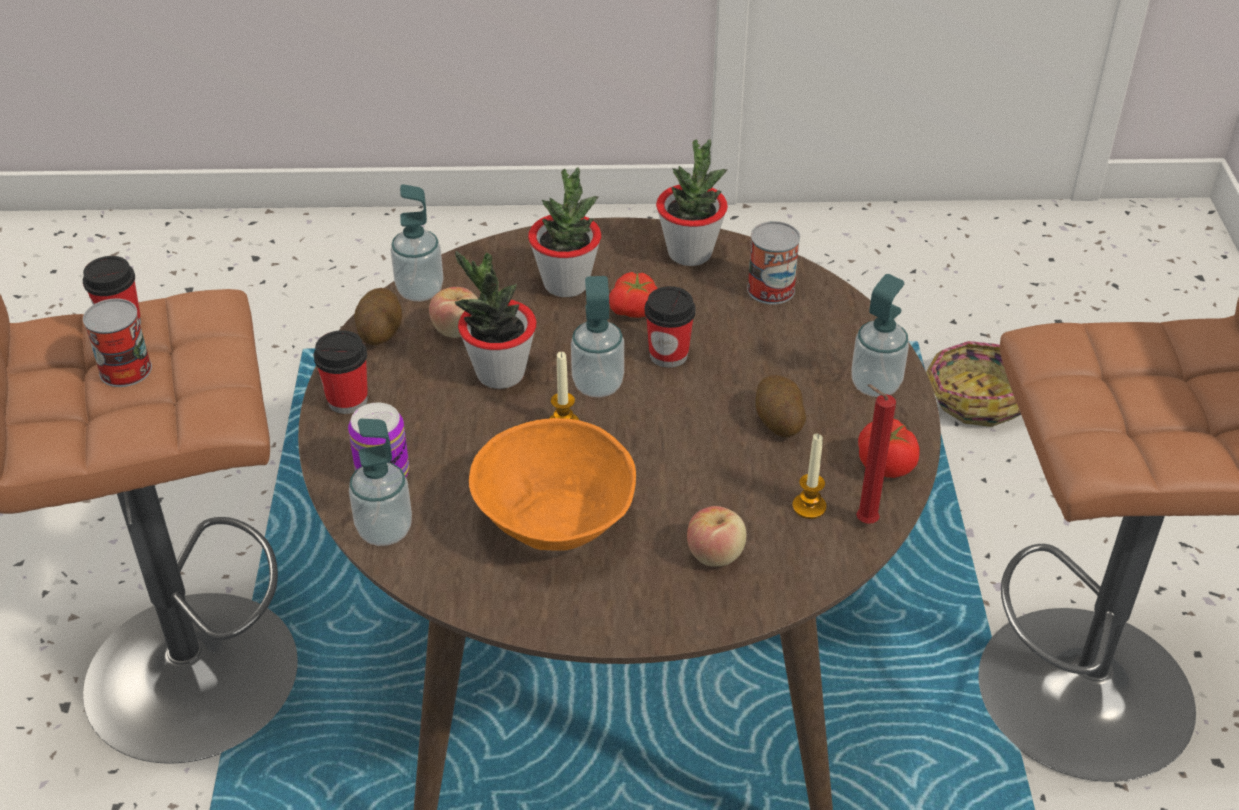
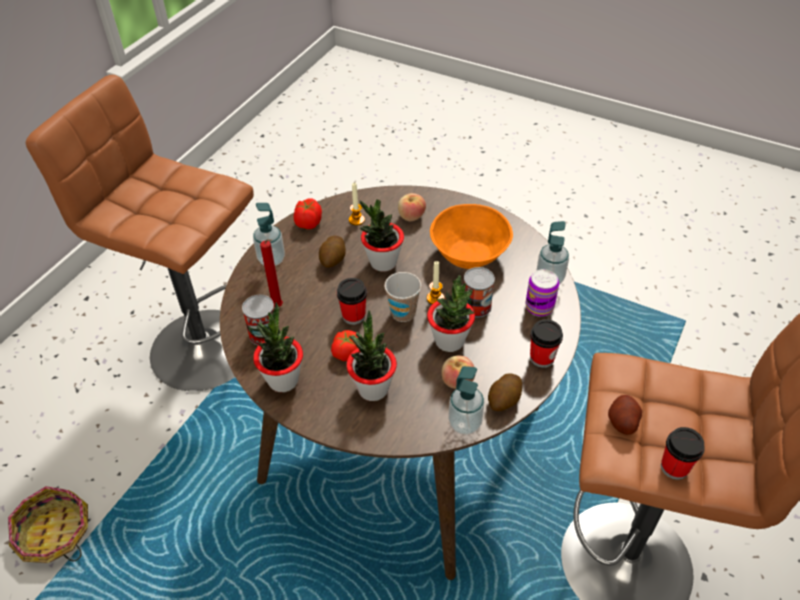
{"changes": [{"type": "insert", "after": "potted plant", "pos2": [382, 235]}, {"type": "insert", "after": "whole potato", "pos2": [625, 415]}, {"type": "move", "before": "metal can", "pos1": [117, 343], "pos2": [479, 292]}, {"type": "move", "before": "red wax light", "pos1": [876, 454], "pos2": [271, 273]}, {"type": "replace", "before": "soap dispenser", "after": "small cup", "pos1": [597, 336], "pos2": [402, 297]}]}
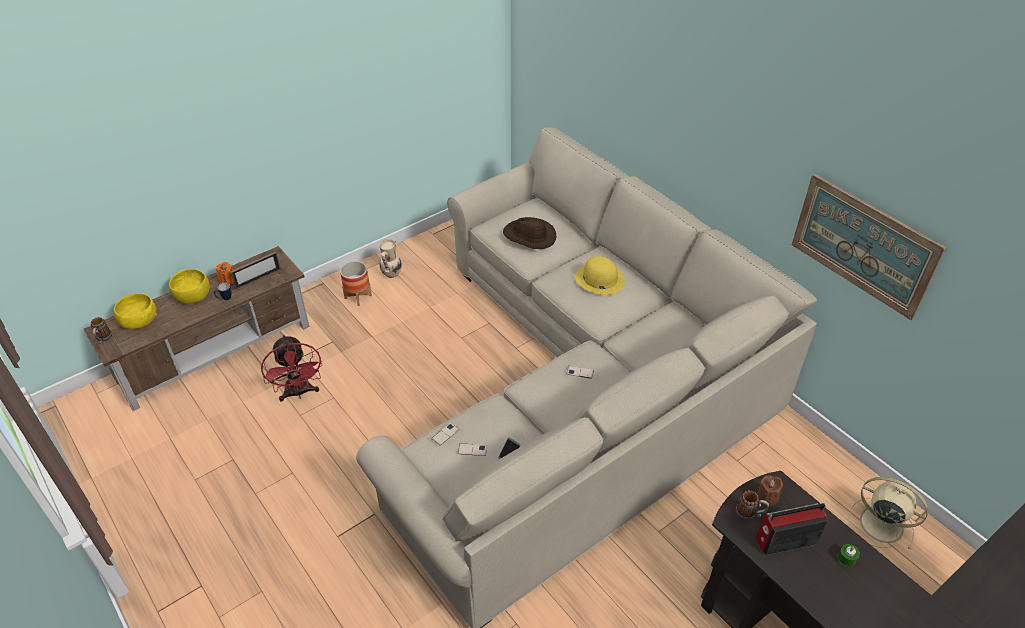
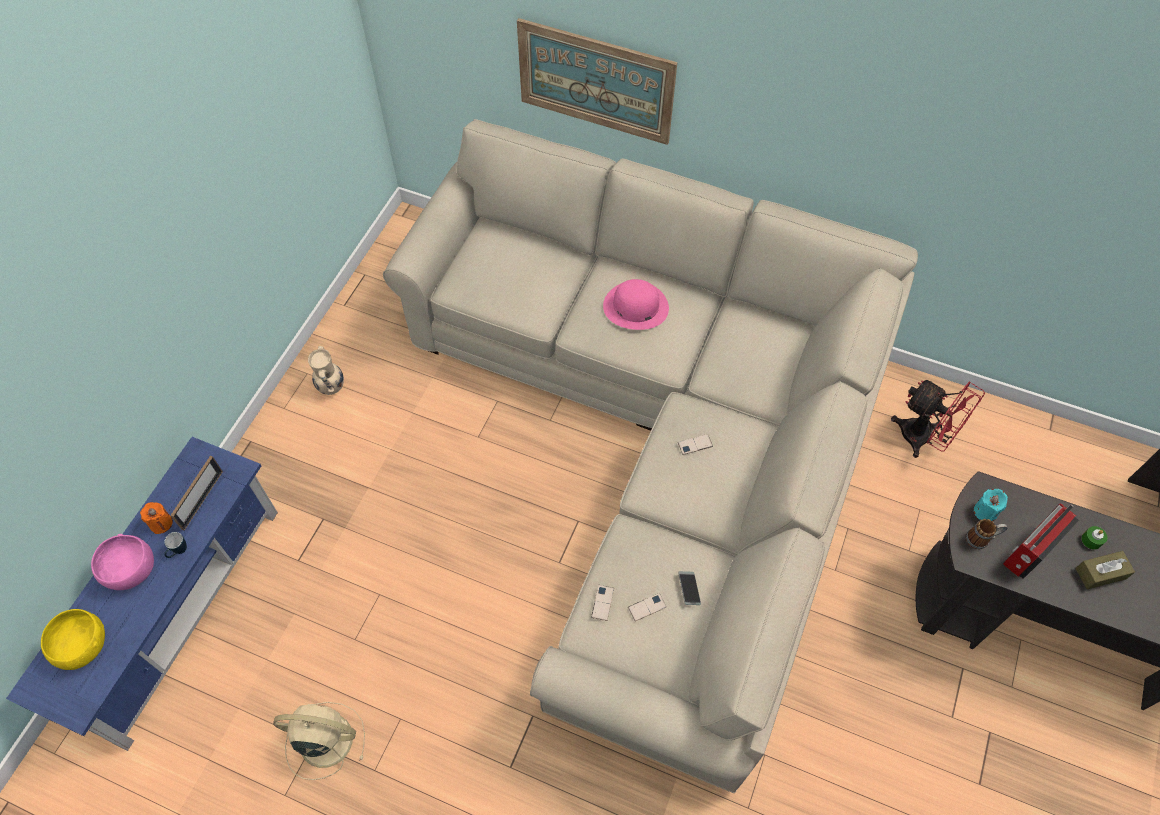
{"changes": [{"type": "delete", "before": "tea mug", "pos1": [101, 330]}, {"type": "delete", "before": "flower pot", "pos1": [356, 283]}, {"type": "delete", "before": "brown wearable hat", "pos1": [529, 233]}, {"type": "insert", "after": "brown tissue box", "pos2": [1105, 570]}, {"type": "move", "before": "red electric fan", "pos1": [291, 368], "pos2": [938, 419]}, {"type": "move", "before": "wall art", "pos1": [869, 247], "pos2": [597, 81]}, {"type": "move", "before": "sand-coloured electric fan", "pos1": [888, 513], "pos2": [319, 741]}, {"type": "recolor", "before": "brown tv stand", "after": "blue tv stand", "pos1": [196, 328], "pos2": [142, 594]}, {"type": "recolor", "before": "yellowish serving bowl", "after": "pinkish serving bowl", "pos1": [189, 286], "pos2": [122, 562]}, {"type": "recolor", "before": "yellowish wearable hat", "after": "pinkish wearable hat", "pos1": [600, 275], "pos2": [636, 304]}, {"type": "recolor", "before": "brown wax light", "after": "blue-green wax light", "pos1": [770, 491], "pos2": [991, 505]}]}
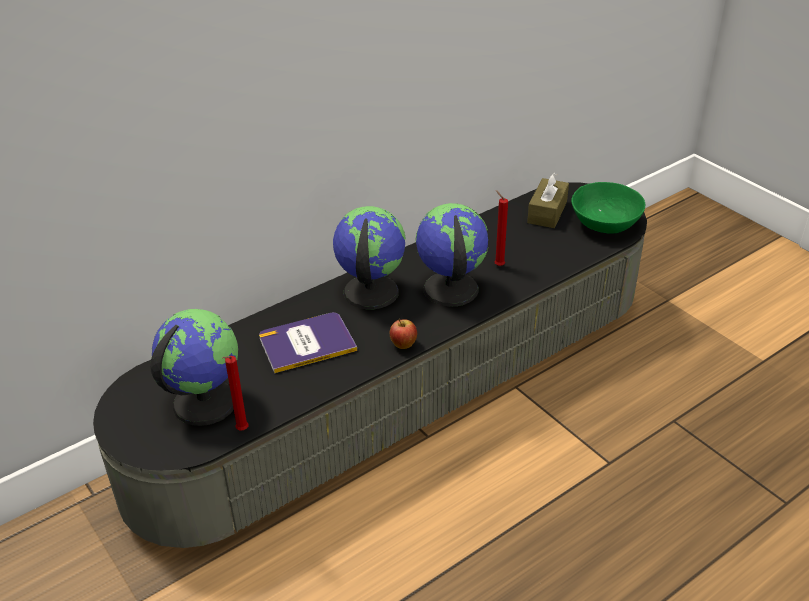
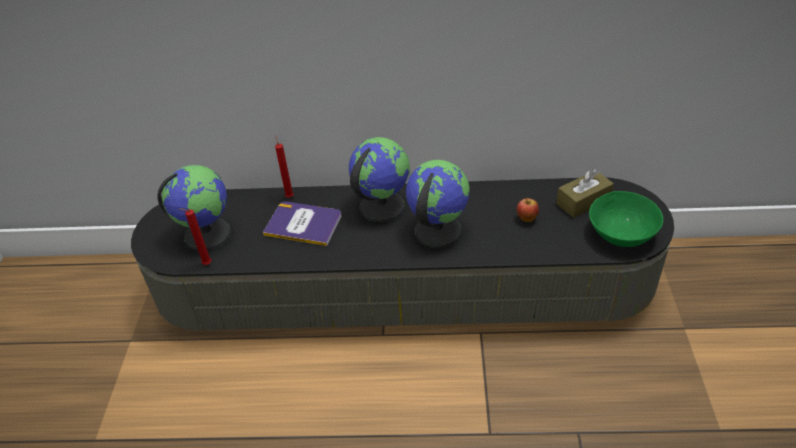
{"changes": [{"type": "move", "before": "apple fruit", "pos1": [403, 334], "pos2": [528, 209]}, {"type": "move", "before": "red wax light", "pos1": [501, 228], "pos2": [284, 167]}]}
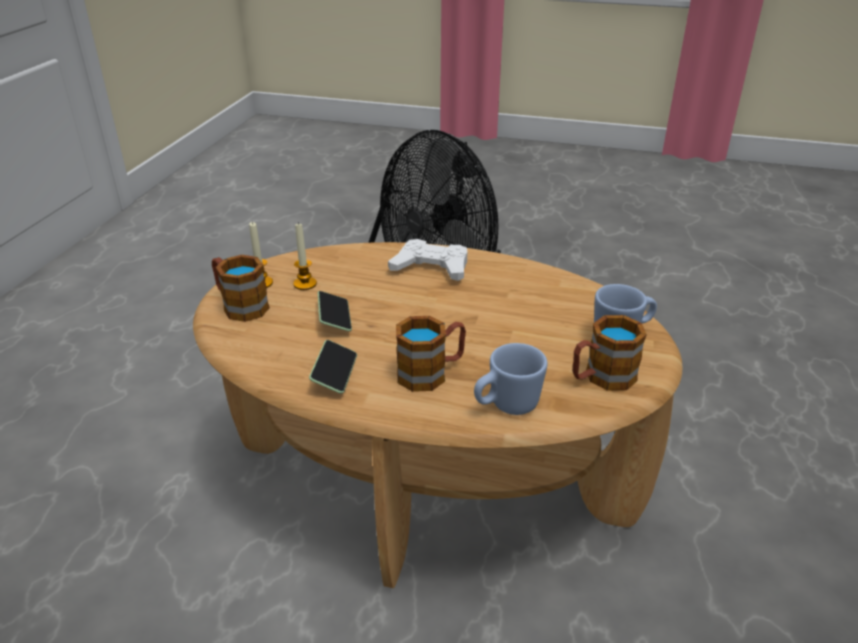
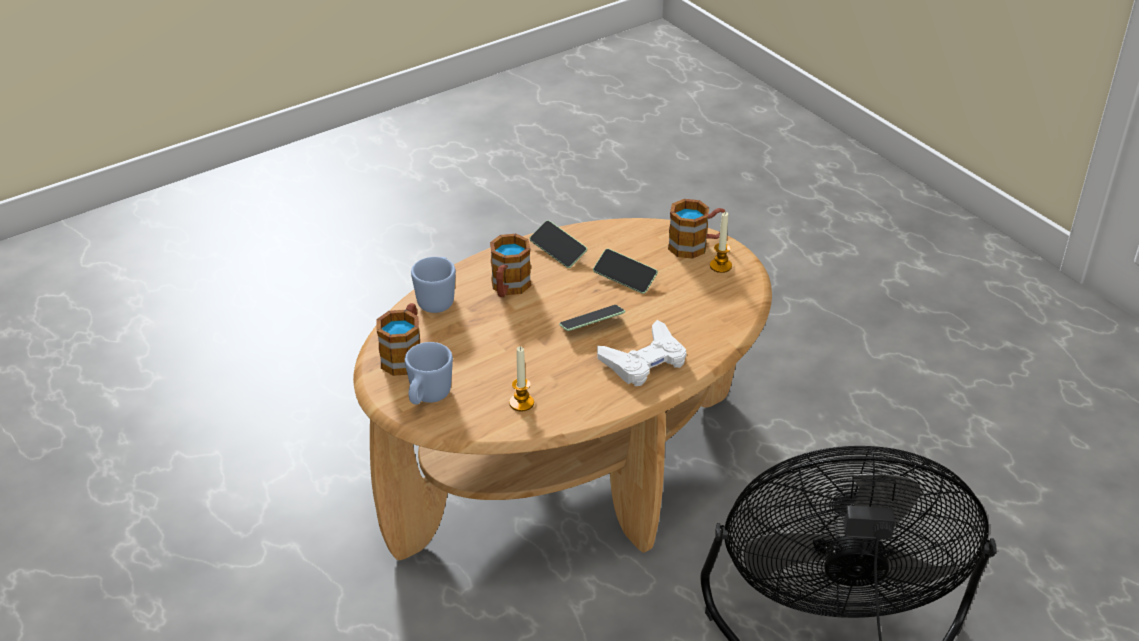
{"changes": [{"type": "insert", "after": "handset", "pos2": [592, 318]}, {"type": "move", "before": "wax light", "pos1": [305, 256], "pos2": [521, 379]}]}
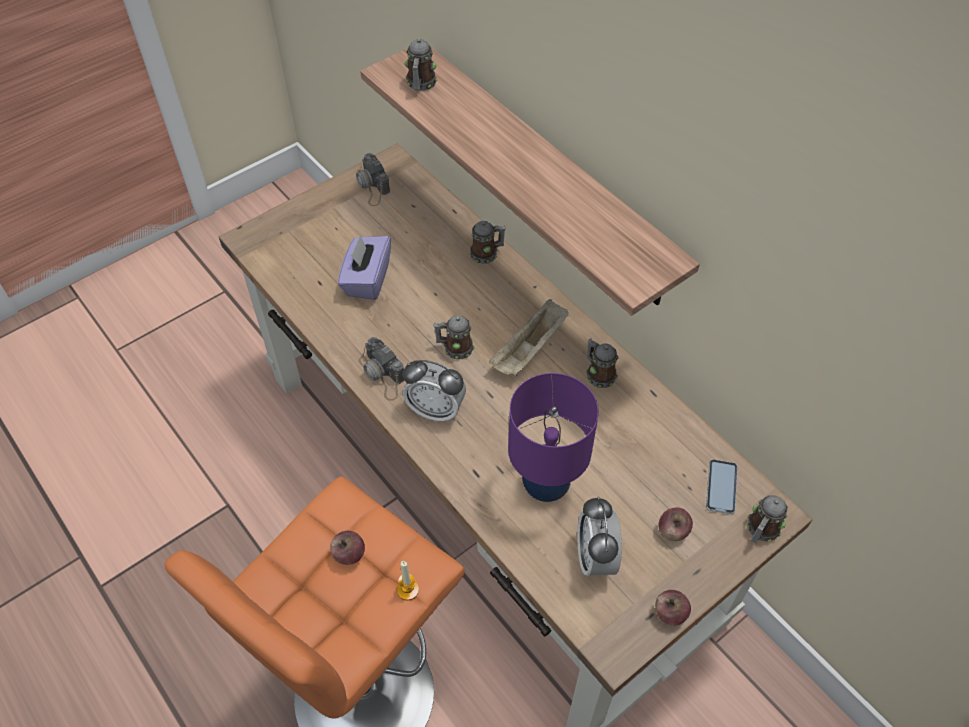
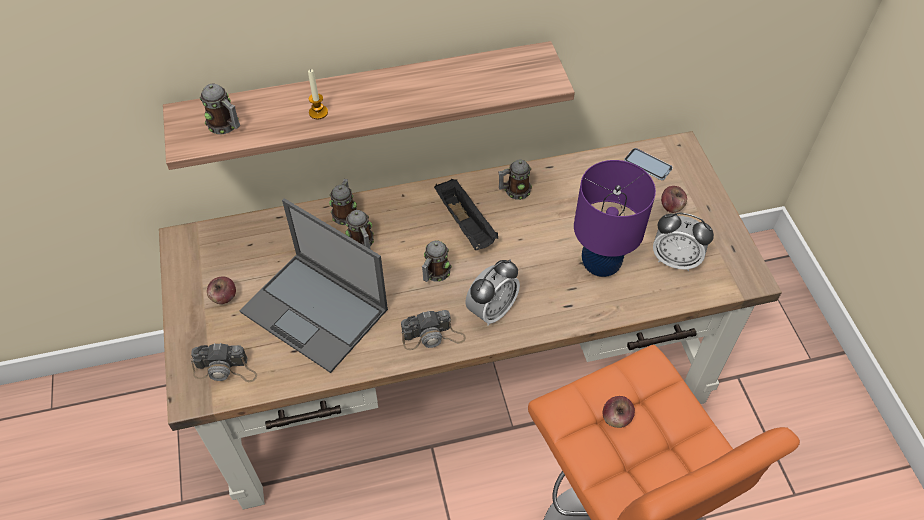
{"changes": [{"type": "move", "before": "still camera", "pos1": [373, 179], "pos2": [224, 362]}, {"type": "move", "before": "wax light", "pos1": [408, 580], "pos2": [318, 94]}, {"type": "move", "before": "apple fruit", "pos1": [673, 607], "pos2": [221, 290]}, {"type": "move", "before": "tea mug", "pos1": [767, 519], "pos2": [359, 230]}, {"type": "replace", "before": "purplish tissue box", "after": "laptop", "pos1": [364, 267], "pos2": [313, 285]}, {"type": "recolor", "before": "sand-coloured carrying tray", "after": "black-coloured carrying tray", "pos1": [529, 337], "pos2": [466, 214]}]}
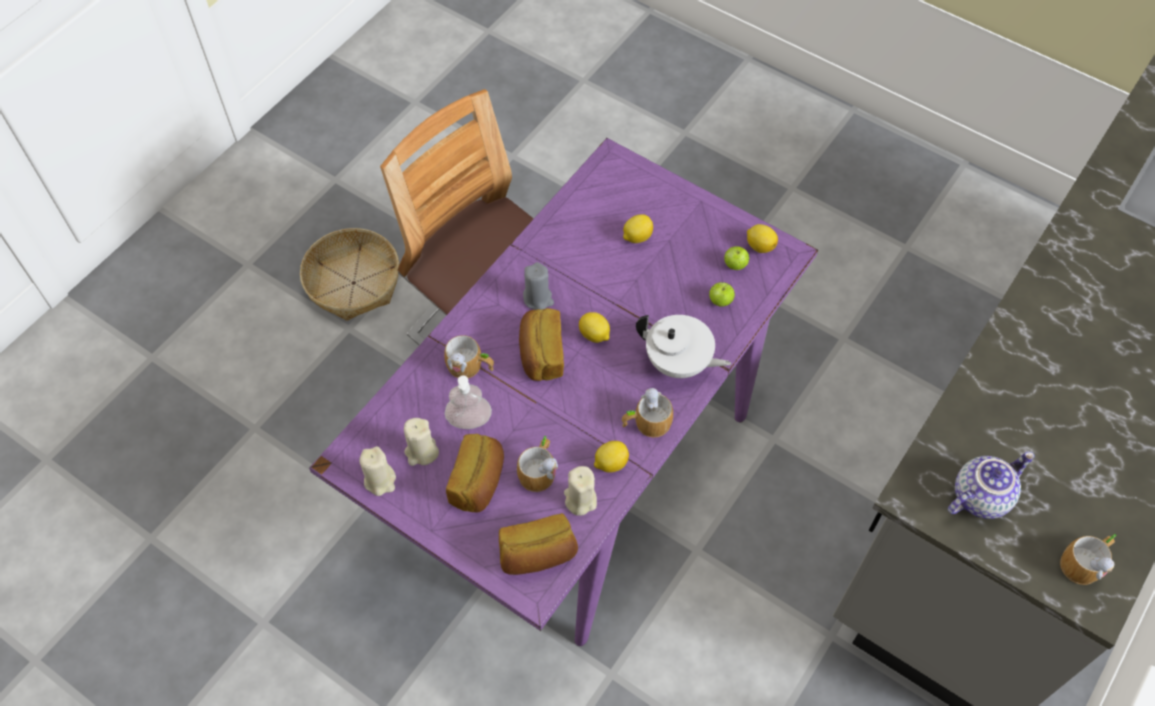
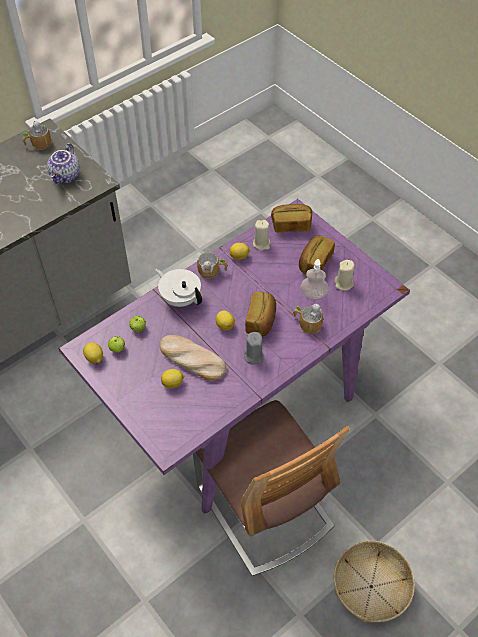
{"changes": [{"type": "delete", "before": "sand-coloured wax light", "pos1": [377, 471]}, {"type": "delete", "before": "tea mug", "pos1": [537, 464]}, {"type": "insert", "after": "baked bread", "pos2": [193, 358]}, {"type": "rotate", "before": "teapot", "pos1": [991, 485], "pos2": [63, 163], "turn": -60}]}
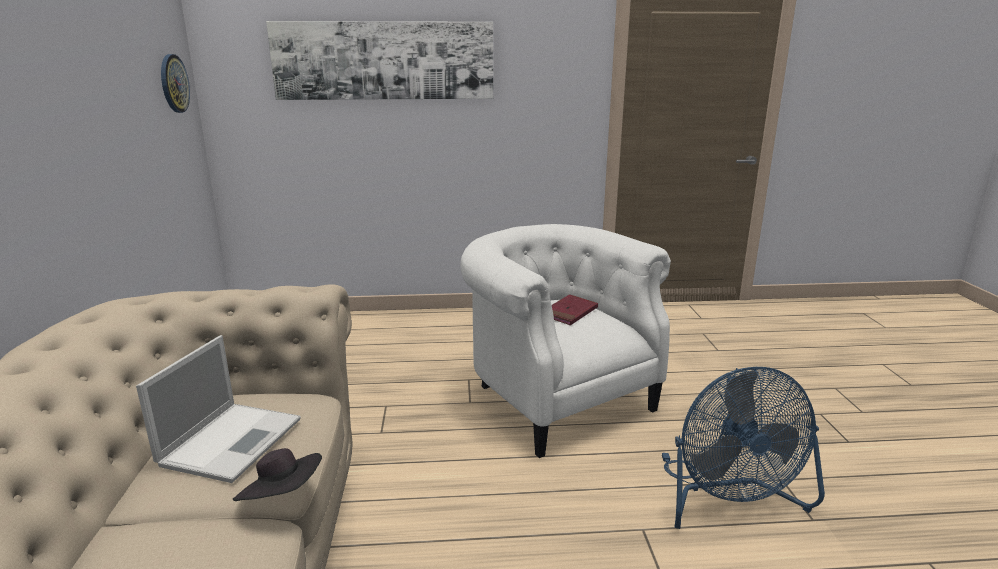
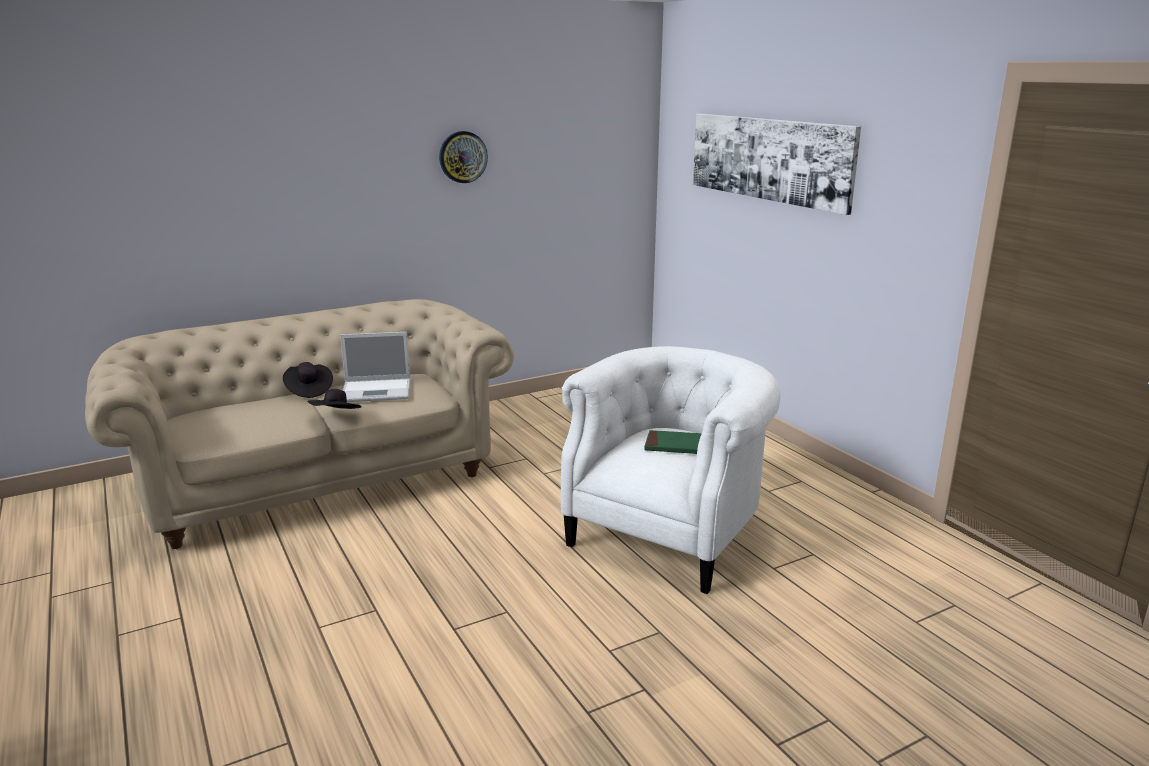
{"changes": [{"type": "delete", "before": "blue electric fan", "pos1": [743, 447]}, {"type": "insert", "after": "black-coloured wearable hat", "pos2": [308, 380]}, {"type": "move", "before": "hanging clock", "pos1": [175, 83], "pos2": [463, 157]}, {"type": "recolor", "before": "red book", "after": "green-coloured book", "pos1": [575, 309], "pos2": [673, 442]}]}
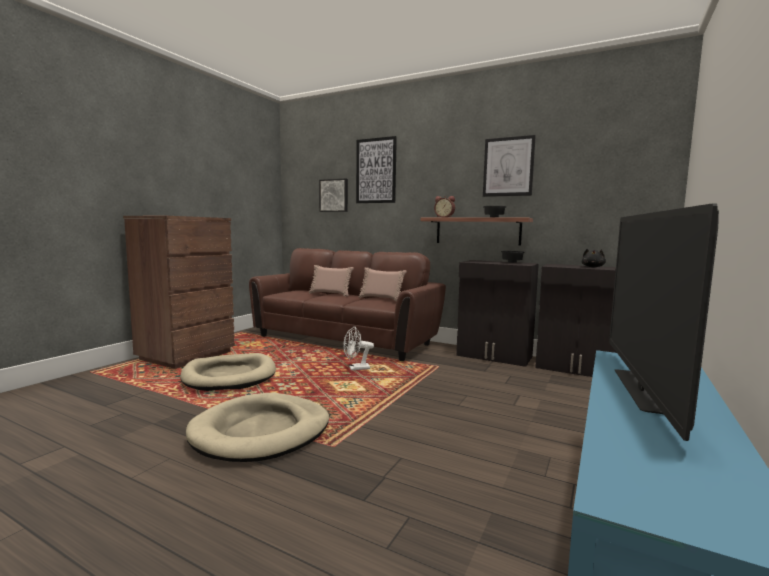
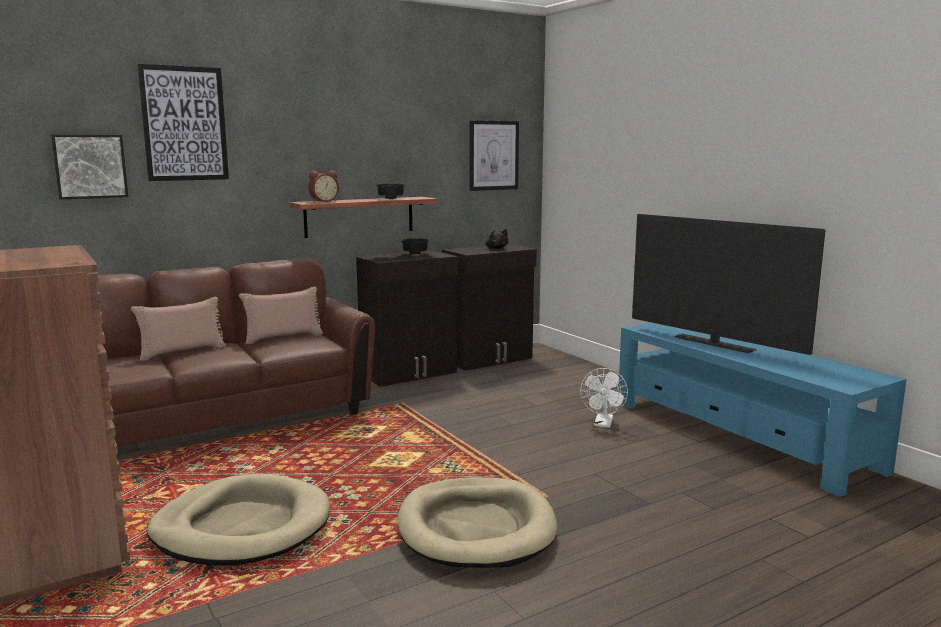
{"changes": [{"type": "move", "before": "white electric fan", "pos1": [358, 348], "pos2": [604, 398]}, {"type": "move", "before": "wall art", "pos1": [509, 166], "pos2": [494, 155]}]}
